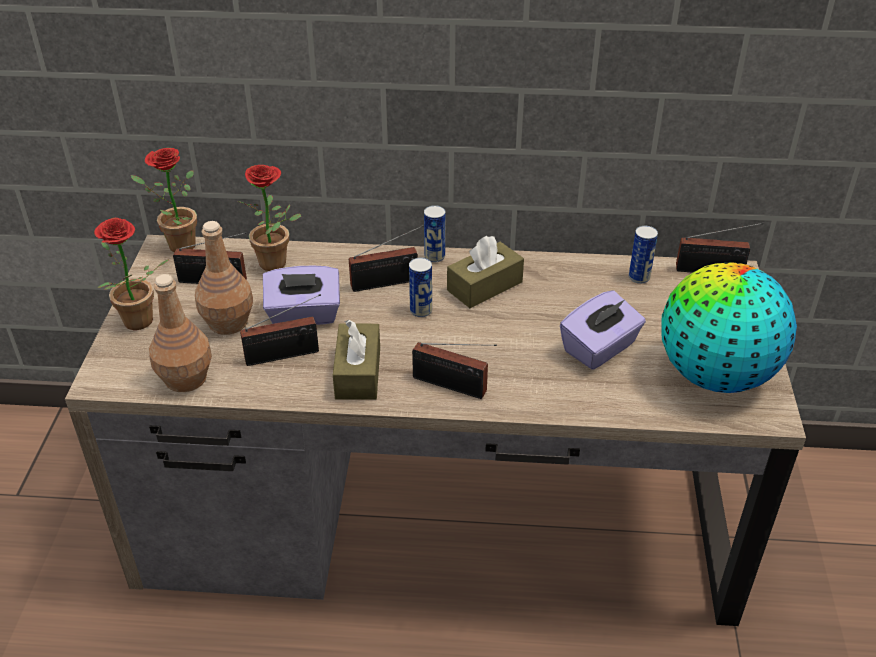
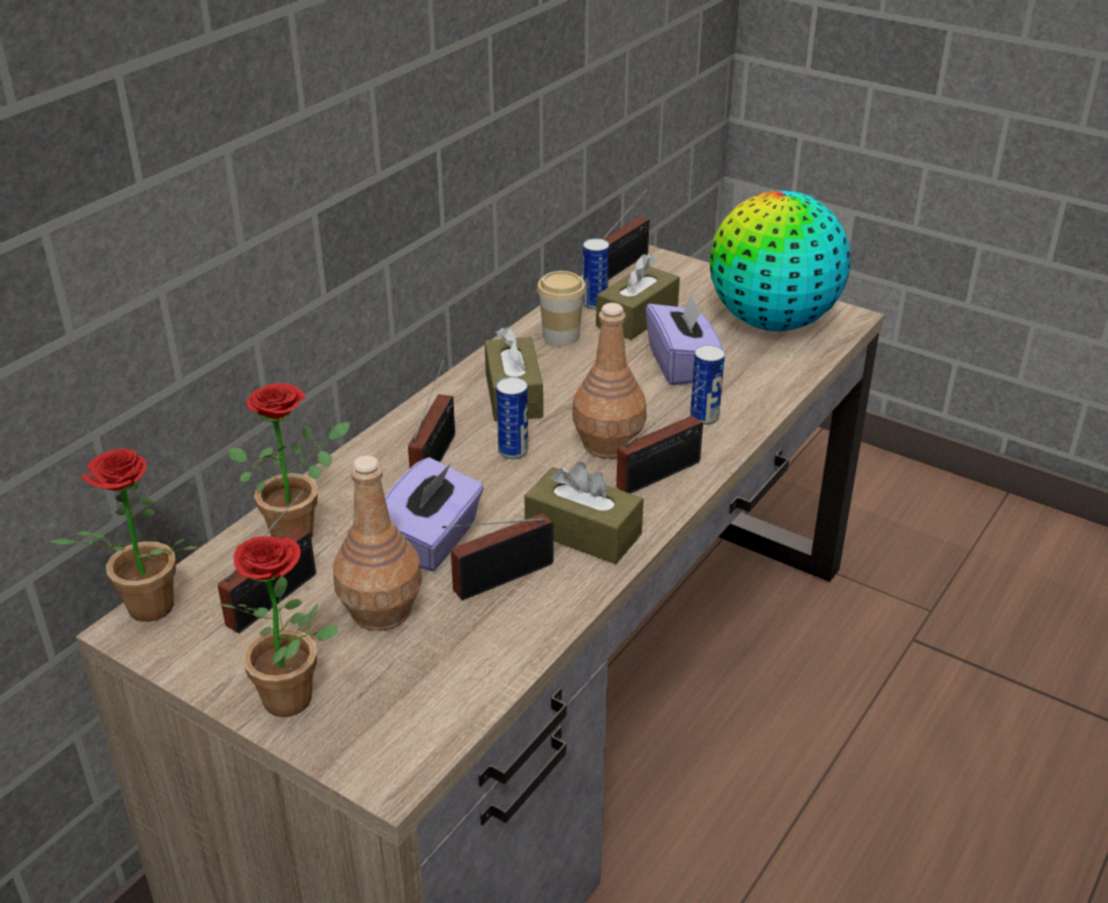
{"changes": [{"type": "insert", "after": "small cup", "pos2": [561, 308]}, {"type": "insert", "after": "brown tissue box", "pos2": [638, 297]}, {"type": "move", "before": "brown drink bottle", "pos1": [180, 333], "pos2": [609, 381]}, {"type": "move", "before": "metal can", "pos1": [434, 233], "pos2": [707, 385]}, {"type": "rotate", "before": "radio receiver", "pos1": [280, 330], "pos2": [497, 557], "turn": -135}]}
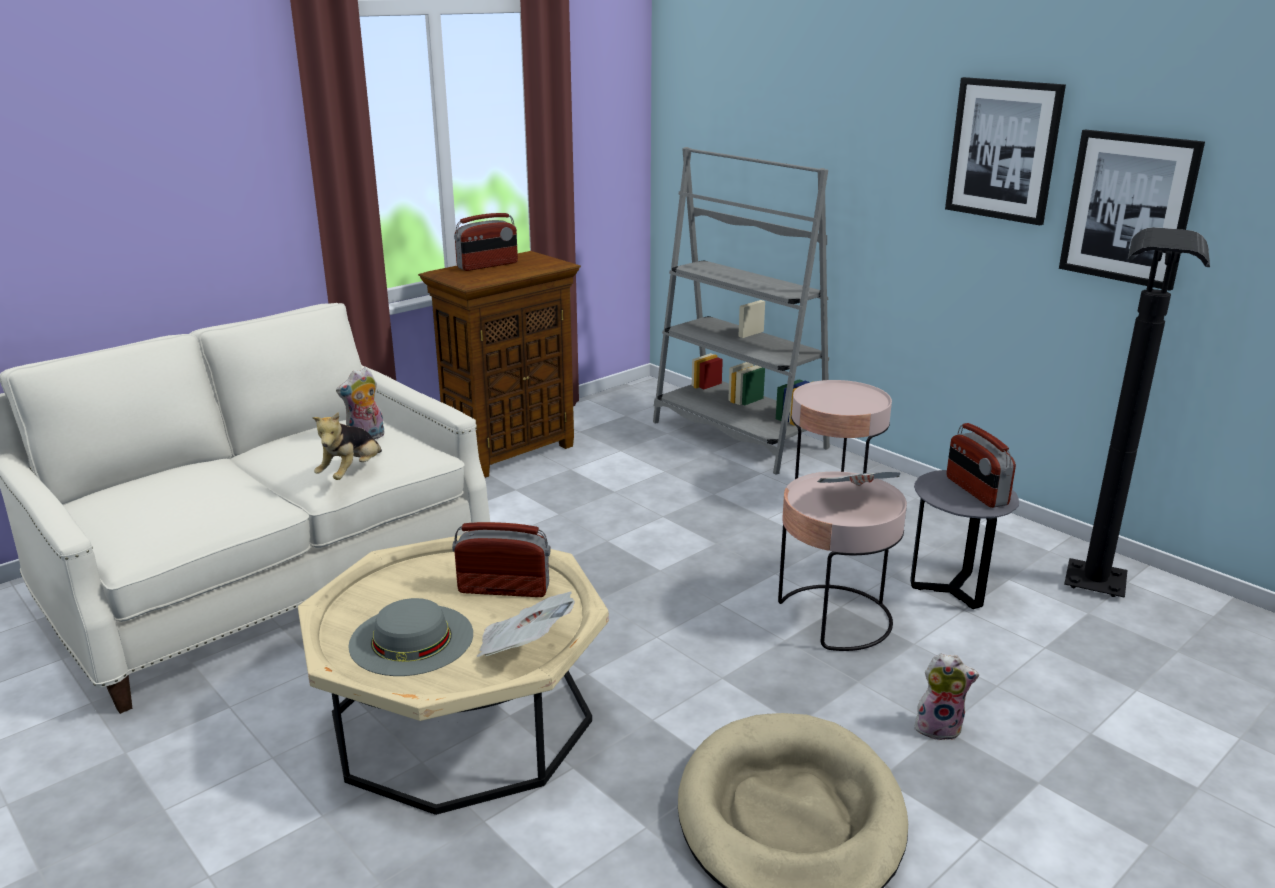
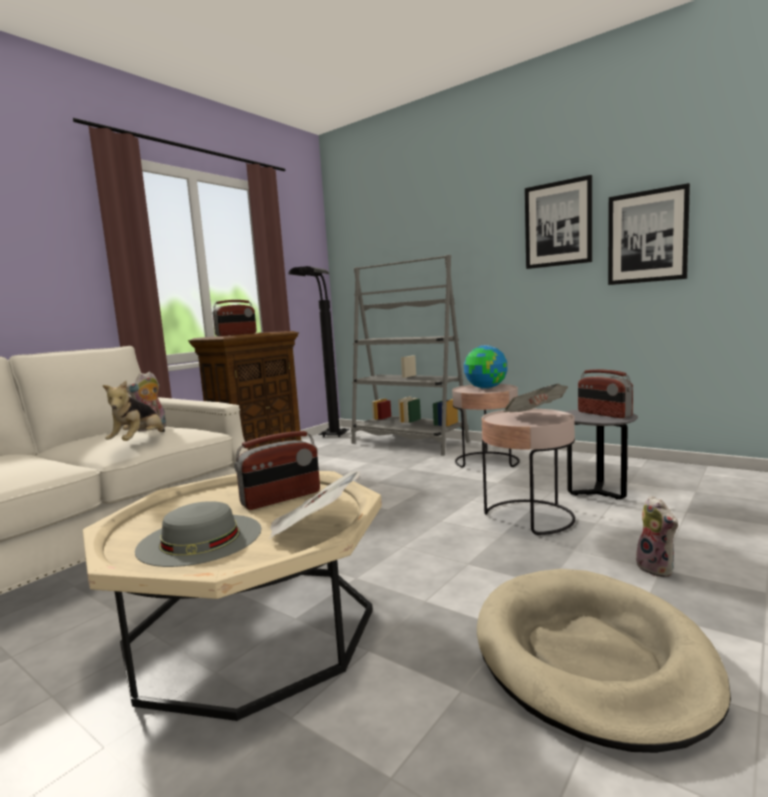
{"changes": [{"type": "insert", "after": "world globe", "pos2": [486, 367]}, {"type": "move", "before": "black-coloured standard lamp", "pos1": [1137, 412], "pos2": [319, 351]}, {"type": "rotate", "before": "radio receiver", "pos1": [501, 559], "pos2": [277, 470], "turn": 150}, {"type": "rotate", "before": "plush toy", "pos1": [947, 697], "pos2": [657, 536], "turn": 75}]}
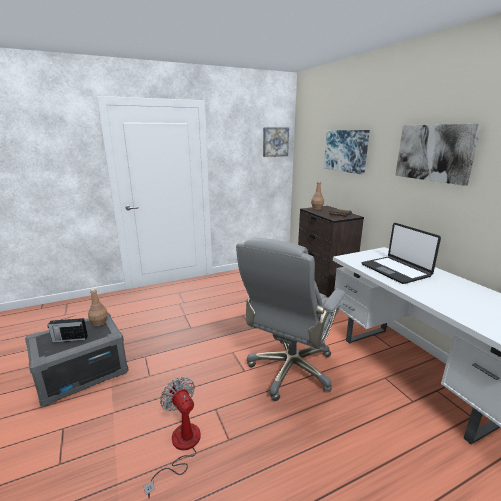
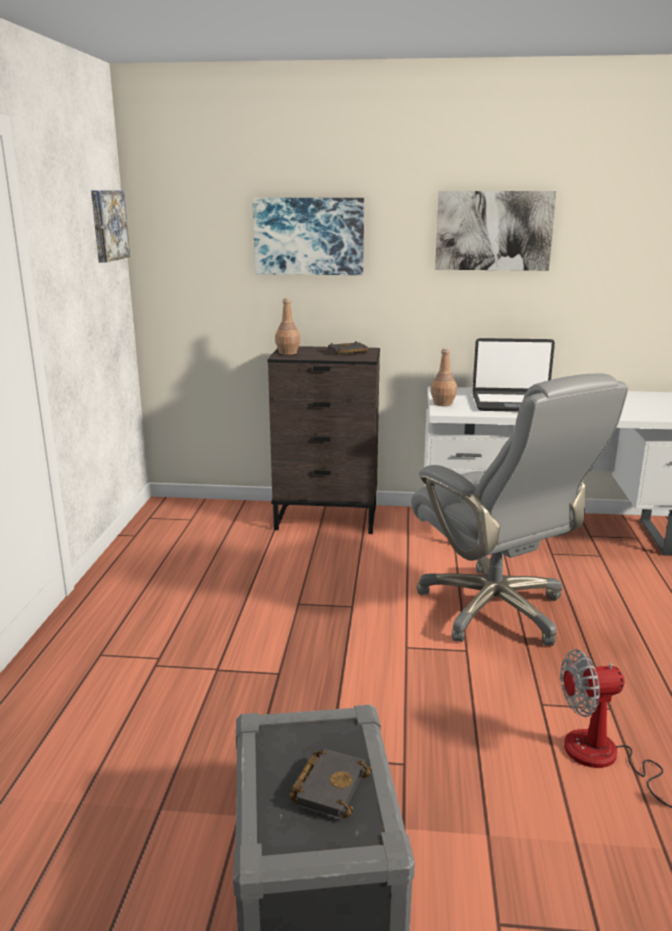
{"changes": [{"type": "move", "before": "brown drink bottle", "pos1": [98, 307], "pos2": [443, 377]}, {"type": "replace", "before": "radio receiver", "after": "black-coloured book", "pos1": [68, 329], "pos2": [330, 784]}]}
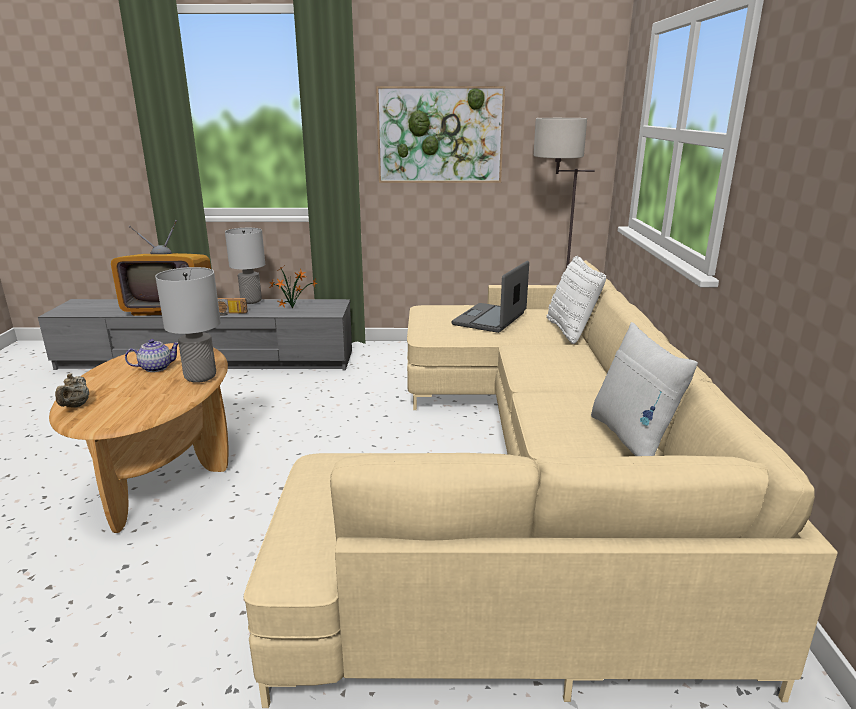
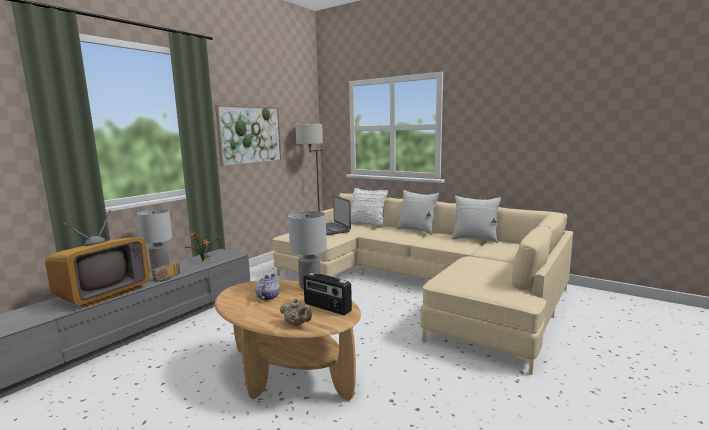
{"changes": [{"type": "insert", "after": "radio receiver", "pos2": [327, 294]}, {"type": "insert", "after": "greyish pillow", "pos2": [418, 212]}]}
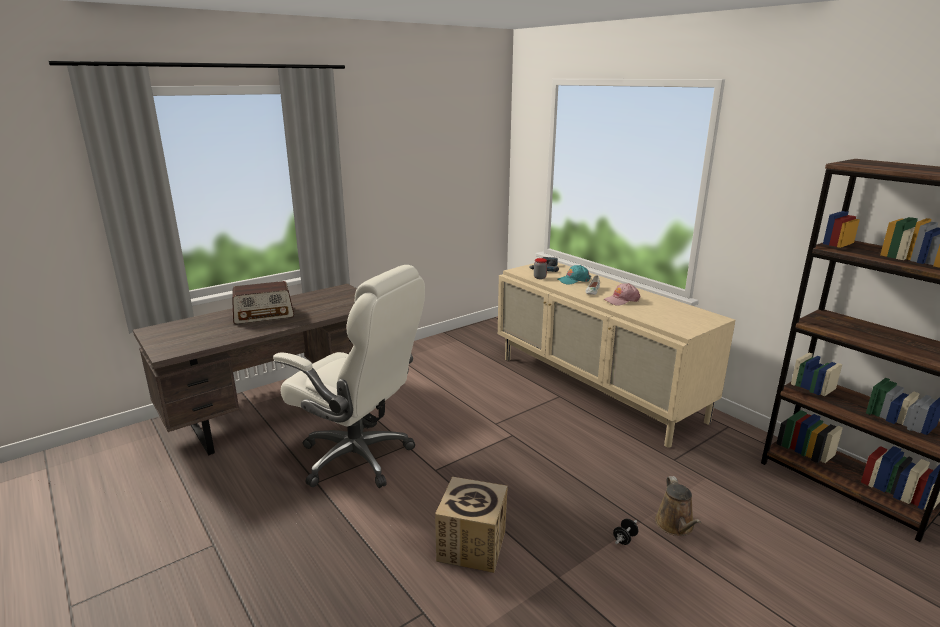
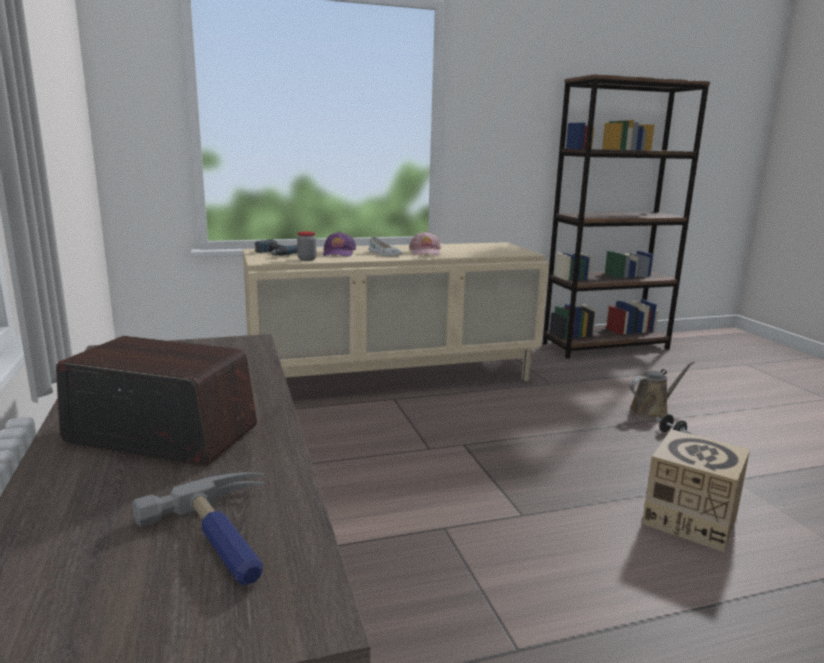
{"changes": [{"type": "delete", "before": "white computer chair", "pos1": [349, 376]}, {"type": "insert", "after": "hammer", "pos2": [199, 529]}, {"type": "recolor", "before": "blue-green peaked cap", "after": "purplish peaked cap", "pos1": [574, 275], "pos2": [339, 244]}, {"type": "rotate", "before": "radio receiver", "pos1": [263, 302], "pos2": [156, 401], "turn": -75}, {"type": "rotate", "before": "brown sprinkling can", "pos1": [678, 506], "pos2": [662, 389], "turn": -45}]}
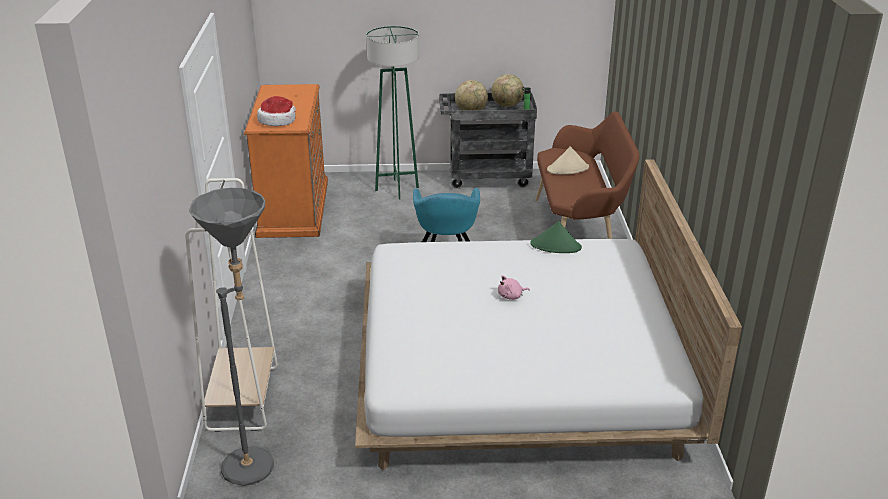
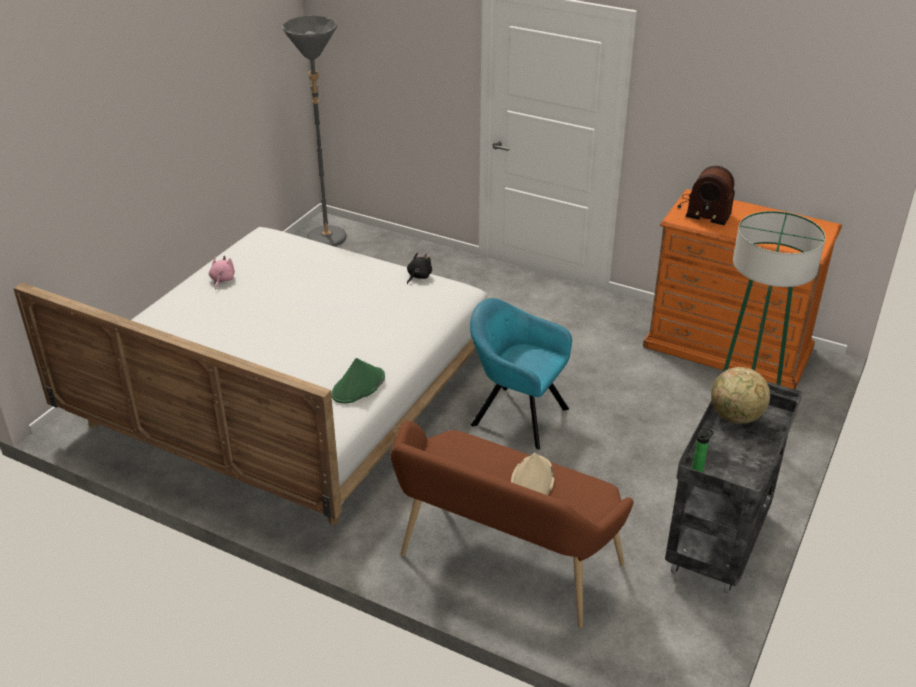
{"changes": [{"type": "delete", "before": "garment stand", "pos1": [231, 304]}, {"type": "delete", "before": "world globe", "pos1": [507, 90]}, {"type": "insert", "after": "black-coloured plush toy", "pos2": [419, 268]}, {"type": "move", "before": "pinkish plush toy", "pos1": [514, 287], "pos2": [222, 272]}, {"type": "replace", "before": "wearable hat", "after": "radio receiver", "pos1": [276, 111], "pos2": [706, 195]}]}
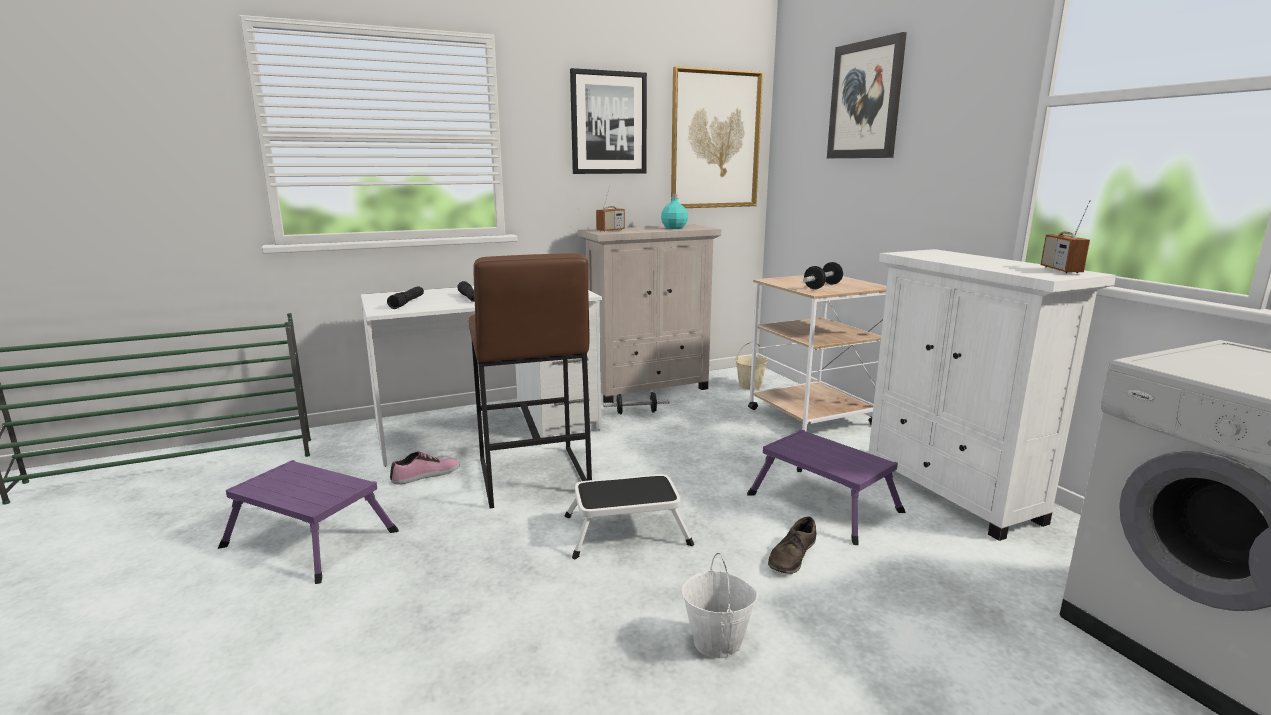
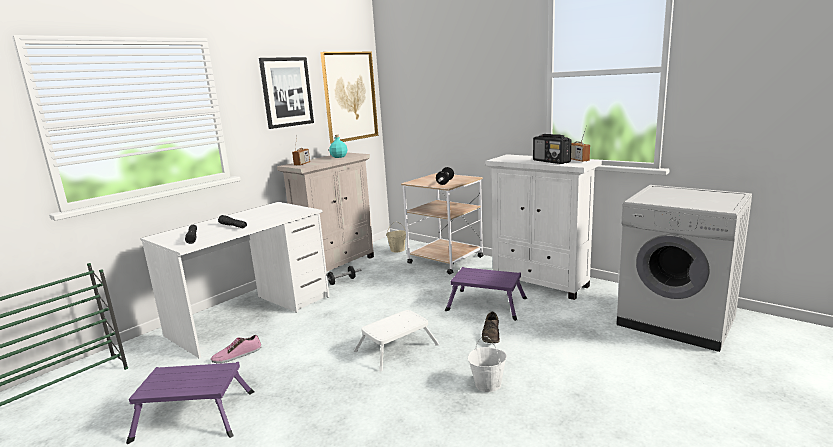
{"changes": [{"type": "delete", "before": "brown stool", "pos1": [530, 380]}, {"type": "delete", "before": "wall art", "pos1": [867, 95]}, {"type": "insert", "after": "radio receiver", "pos2": [552, 149]}, {"type": "recolor", "before": "black-coloured stepladder", "after": "white stepladder", "pos1": [629, 516], "pos2": [396, 341]}, {"type": "rotate", "before": "low shoe", "pos1": [425, 467], "pos2": [236, 349], "turn": -150}]}
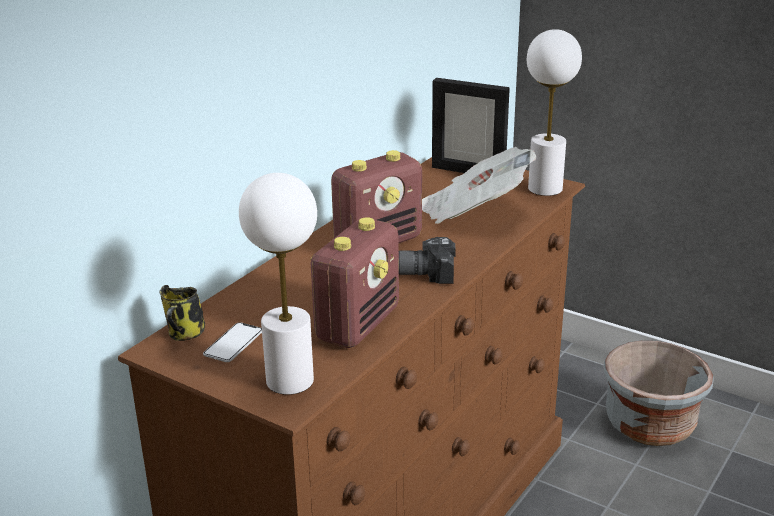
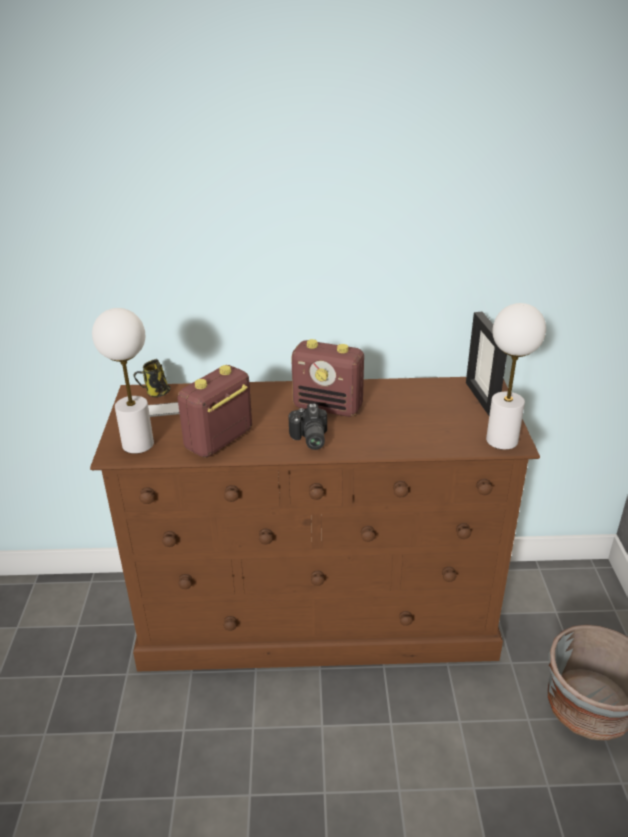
{"changes": [{"type": "delete", "before": "printed paper", "pos1": [479, 185]}, {"type": "rotate", "before": "radio receiver", "pos1": [354, 282], "pos2": [215, 411], "turn": 135}, {"type": "rotate", "before": "still camera", "pos1": [427, 260], "pos2": [307, 426], "turn": -150}]}
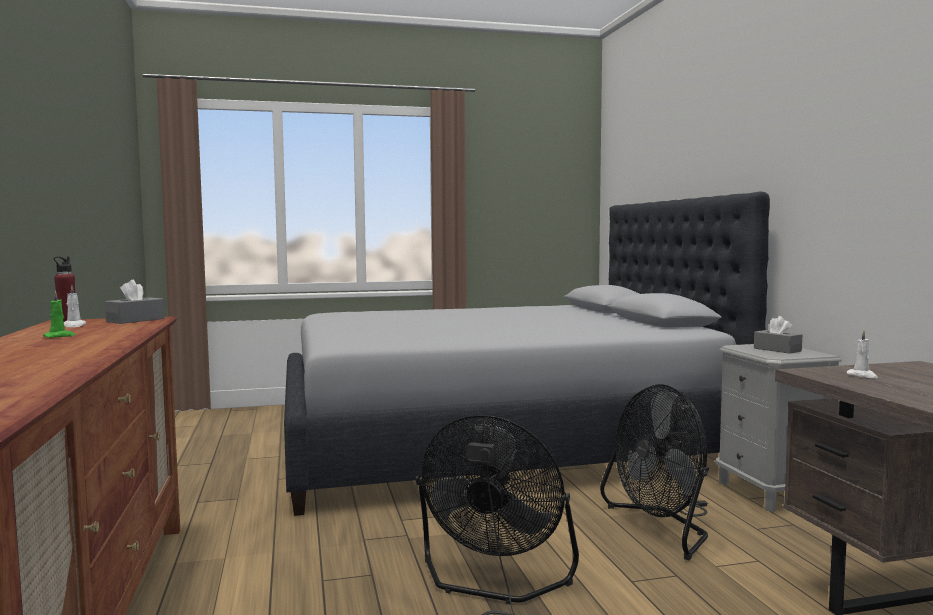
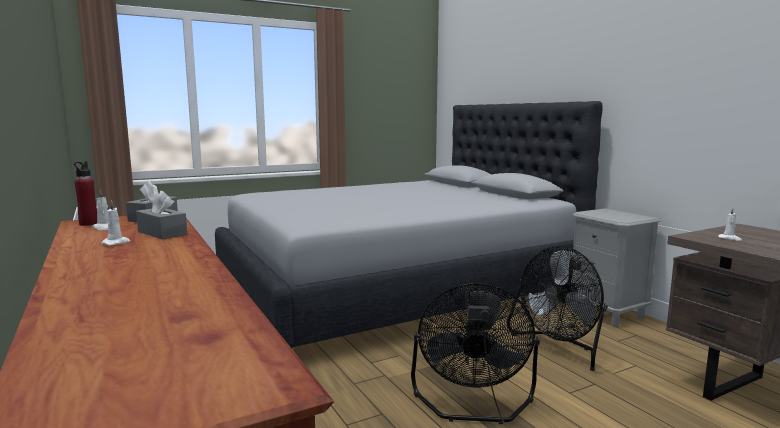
{"changes": [{"type": "move", "before": "greyish tissue box", "pos1": [778, 335], "pos2": [161, 215]}, {"type": "recolor", "before": "green-coloured wax light", "after": "white wax light", "pos1": [59, 314], "pos2": [116, 223]}]}
